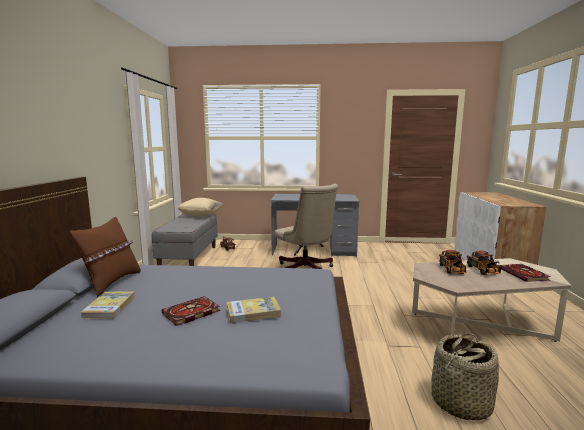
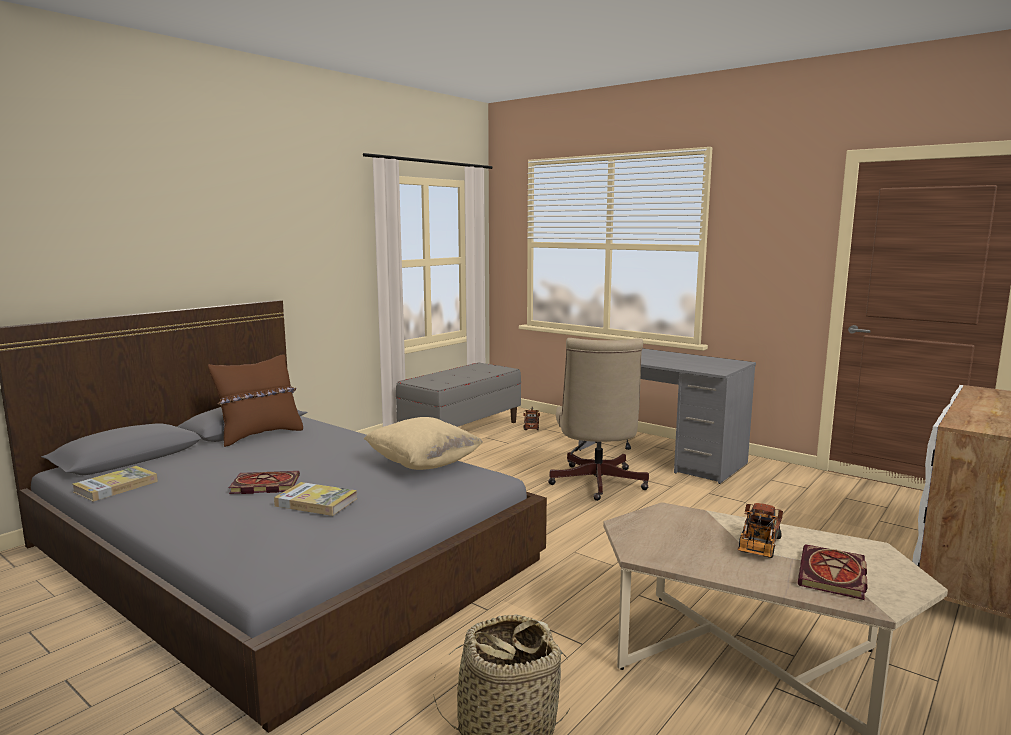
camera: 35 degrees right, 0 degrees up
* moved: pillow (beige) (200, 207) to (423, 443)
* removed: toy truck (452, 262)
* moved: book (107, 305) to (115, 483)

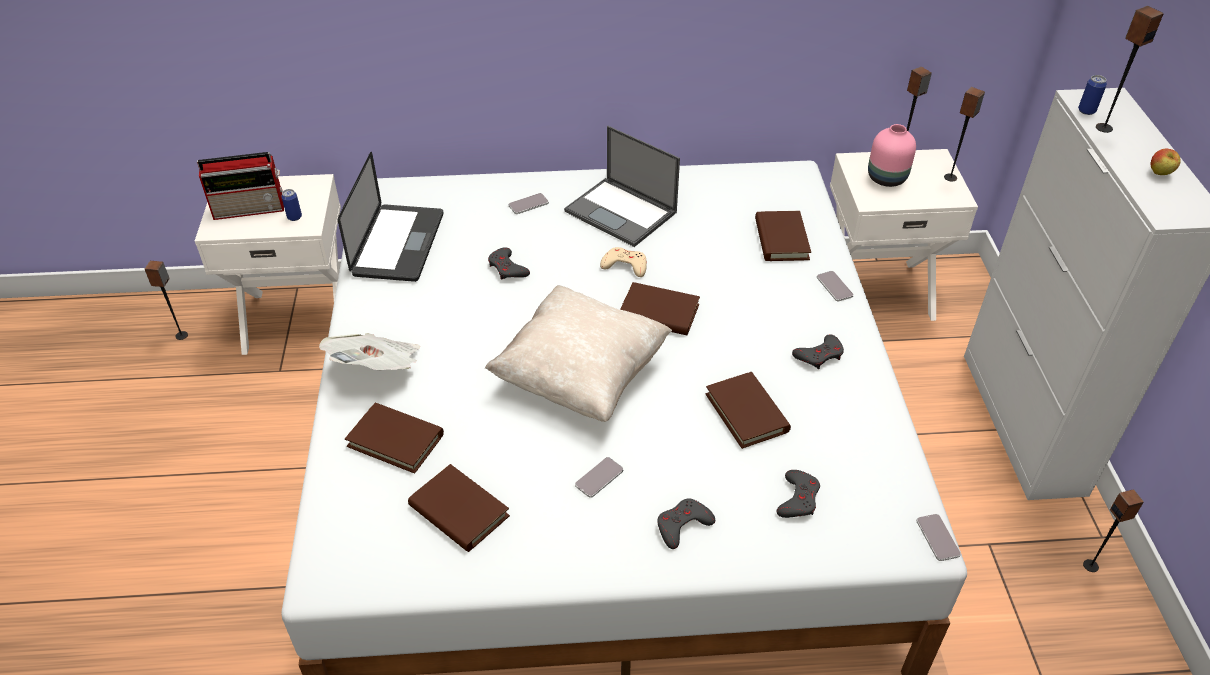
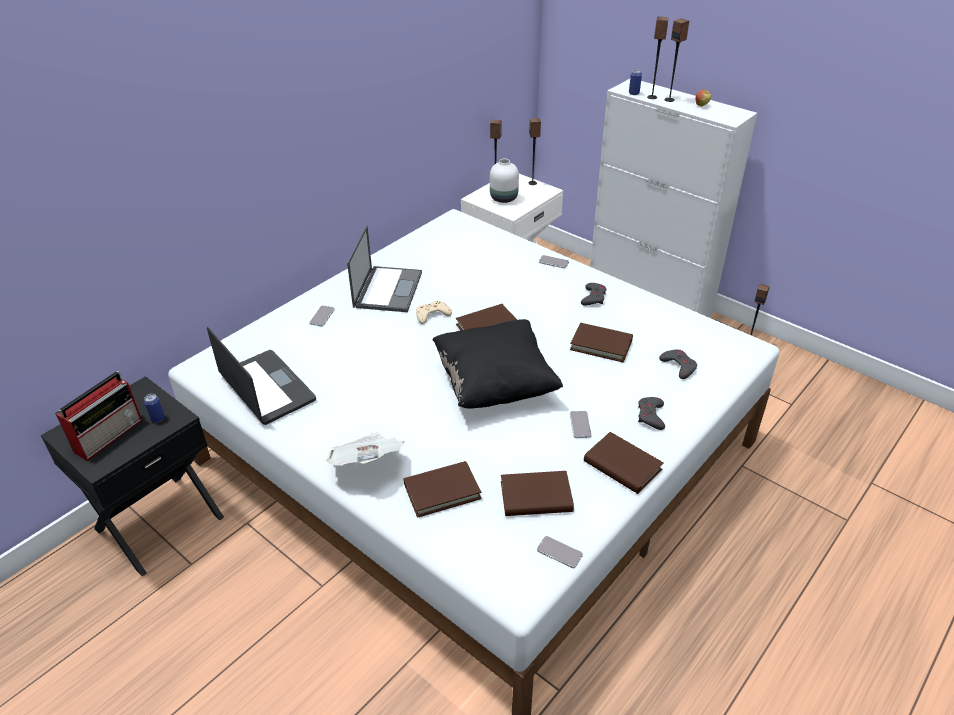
camera: 45 degrees left, 5 degrees down
* recoloured: vase (pink) (892, 155) to vase (white) (504, 181)
* turned: laptop (622, 186) = (384, 268) 75 degrees counterclockwise
* recoloured: nightstand (white) (268, 264) to nightstand (black) (132, 476)
* moved: book (brown) (783, 236) to (624, 463)
* removed: game controller (grey) (509, 263)
* moved: speaker (166, 300) to (677, 60)
* recoloured: pillow (beige) (578, 353) to pillow (black) (498, 364)
* moved: phone (938, 537) to (560, 552)

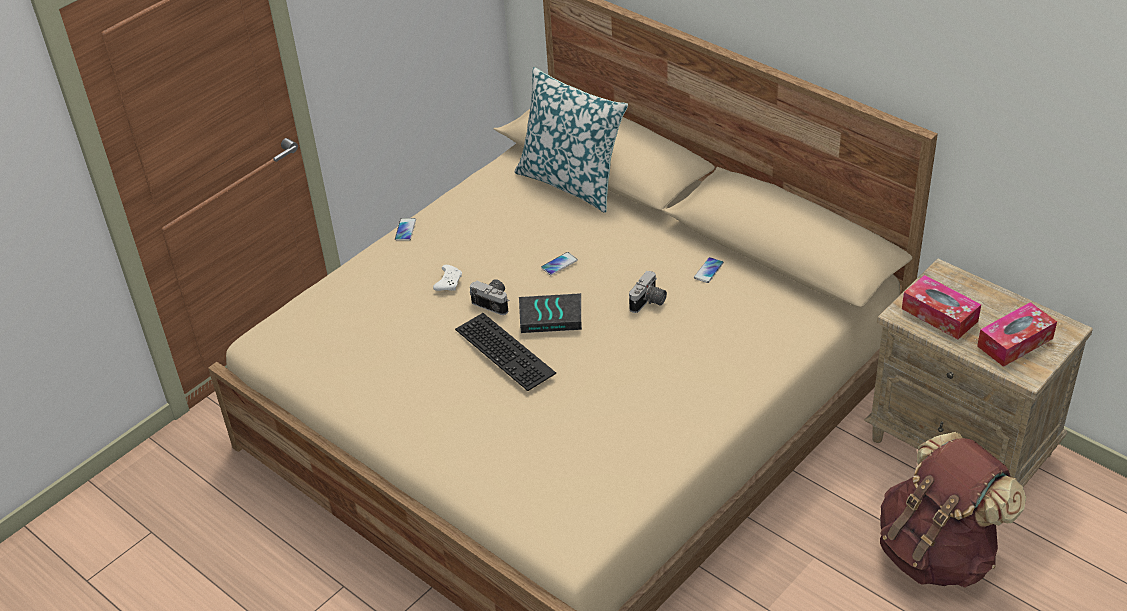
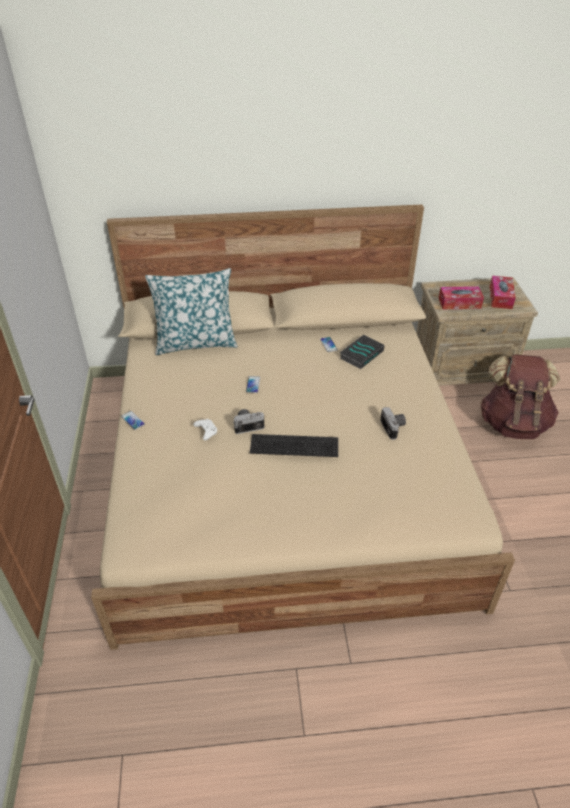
camera: 50 degrees left, 0 degrees up
* moved: photo camera (648, 292) to (393, 423)
* moved: book (550, 313) to (362, 352)

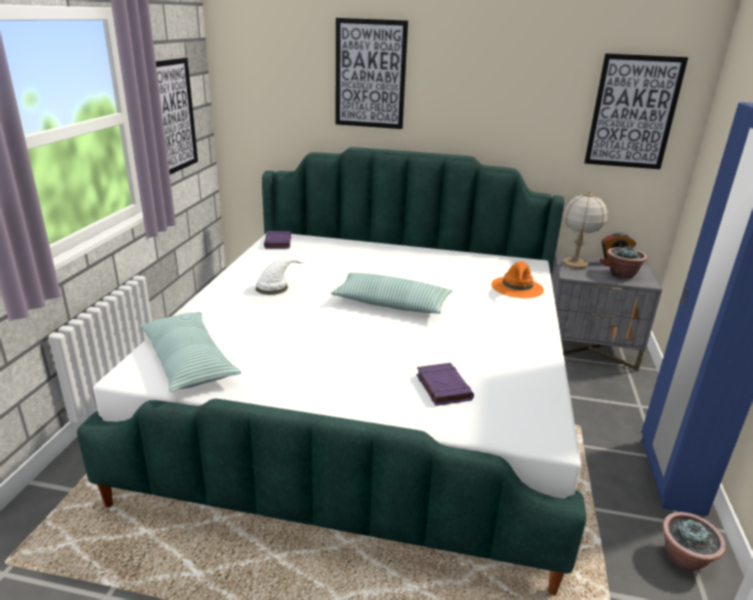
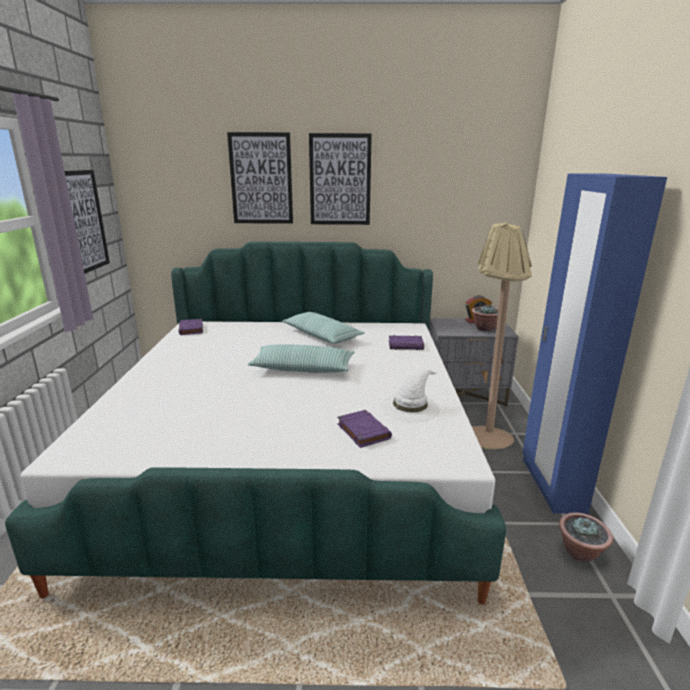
camera: 10 degrees left, 5 degrees down
* moved: picture (636, 111) to (340, 179)
* removed: table lamp (585, 230)
* moved: hat (white) (275, 280) to (410, 395)
* replaced: hat (orange) (517, 279) to book (purple) (406, 342)
* moved: pillow (190, 352) to (323, 328)
* added: floor lamp (beige) (502, 335)

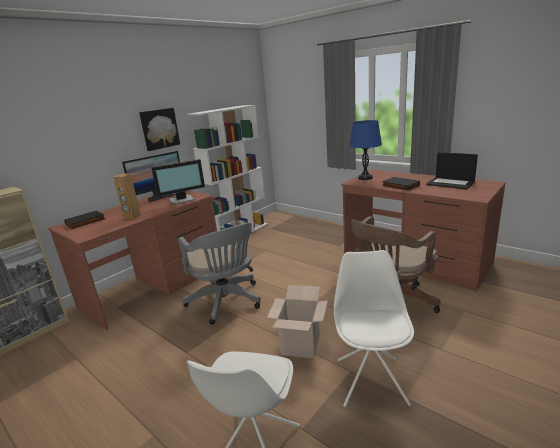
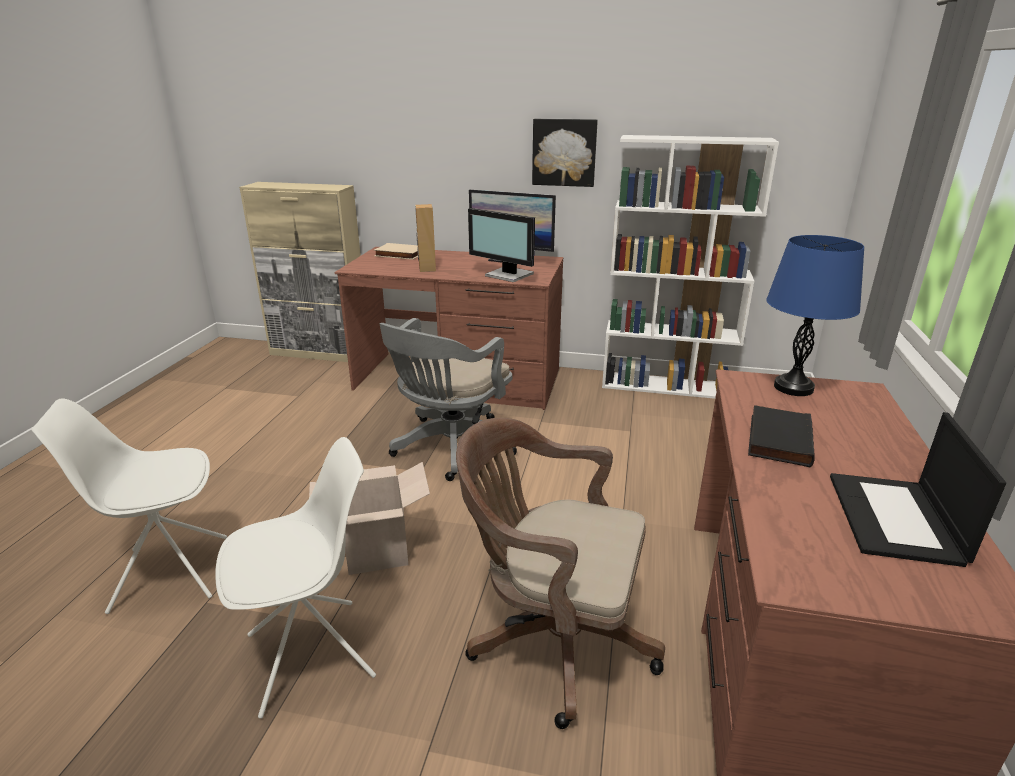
camera: 60 degrees right, 5 degrees up
* recoloured: book (black) (85, 219) to book (beige) (396, 251)

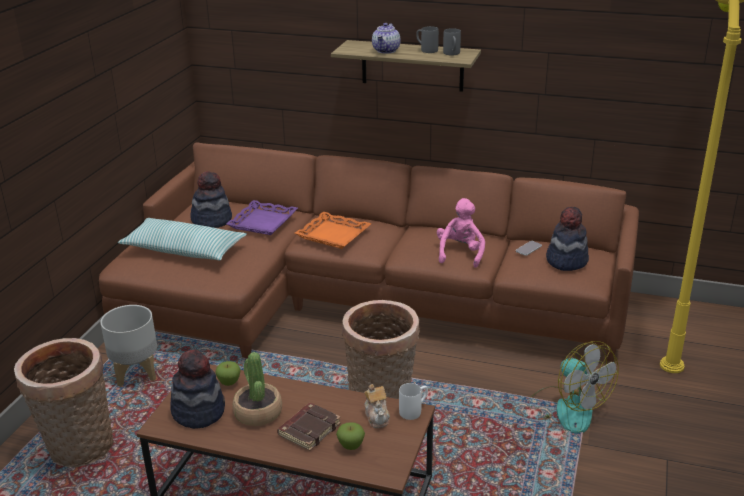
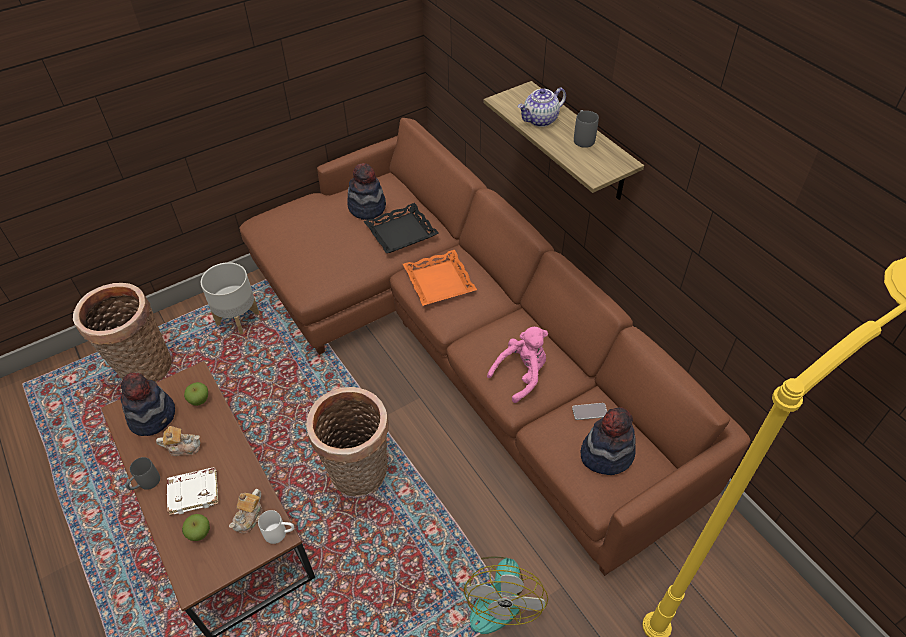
camera: 40 degrees right, 20 degrees up
* moved: mug (grey) (452, 41) to (143, 473)
* recoloured: tray (purple) (262, 217) to tray (black) (401, 228)
* removed: pillow (182, 239)
* replaced: potted plant (257, 389) to teapot (178, 441)
* recoloured: book (brown) (309, 427) to book (white) (193, 491)

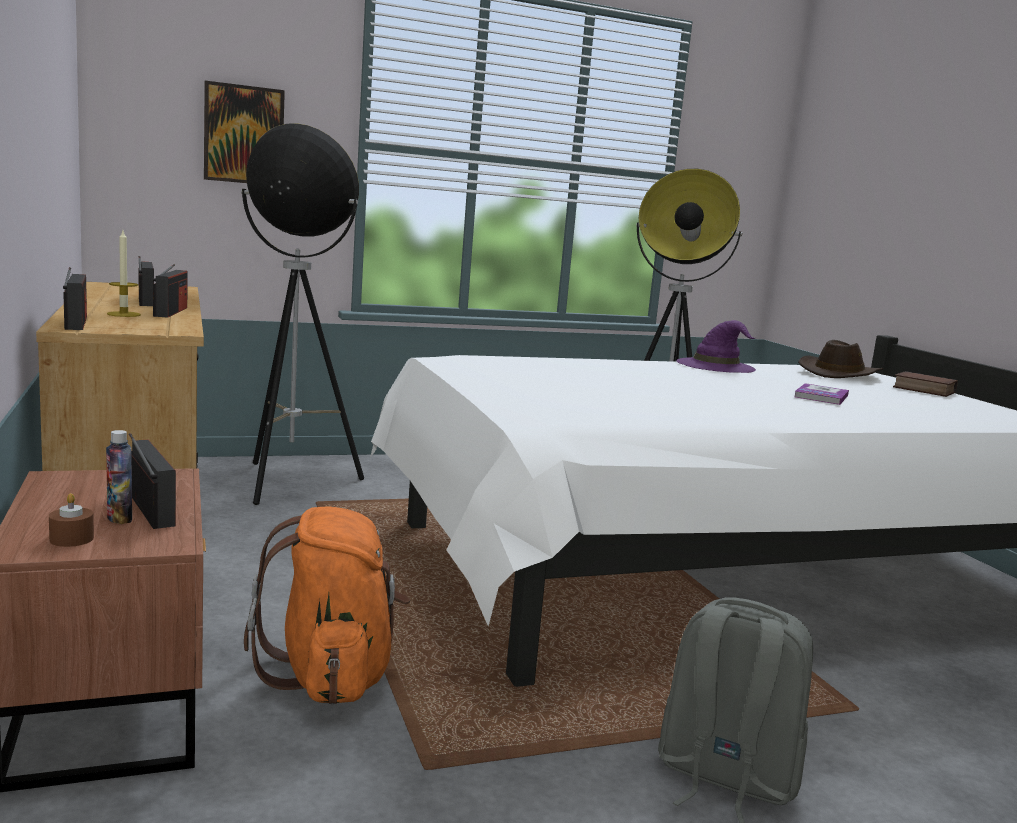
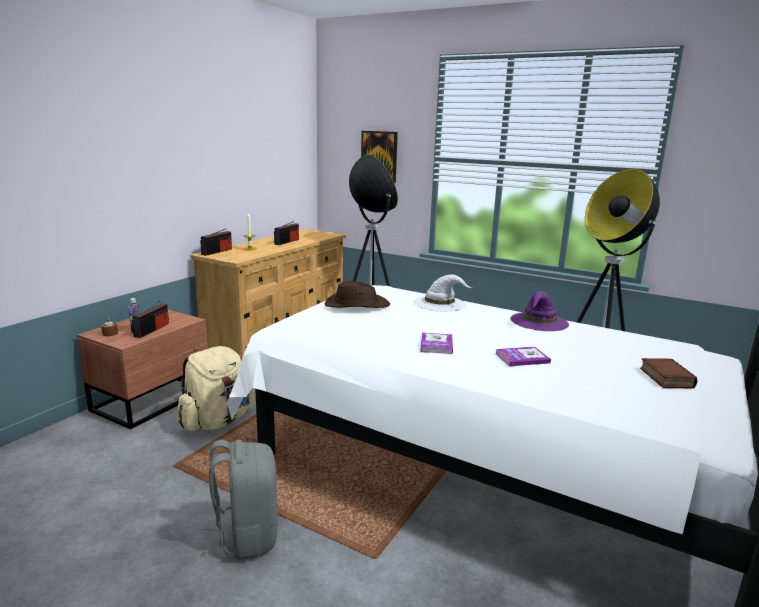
camera: 50 degrees right, 5 degrees up
* removed: radio (170, 291)
* moved: hat (brown) (840, 359) to (357, 294)
* recoloured: backpack (orange) (327, 605) to backpack (beige) (216, 388)
* added: hat (white) (443, 293)
* added: book (436, 343)

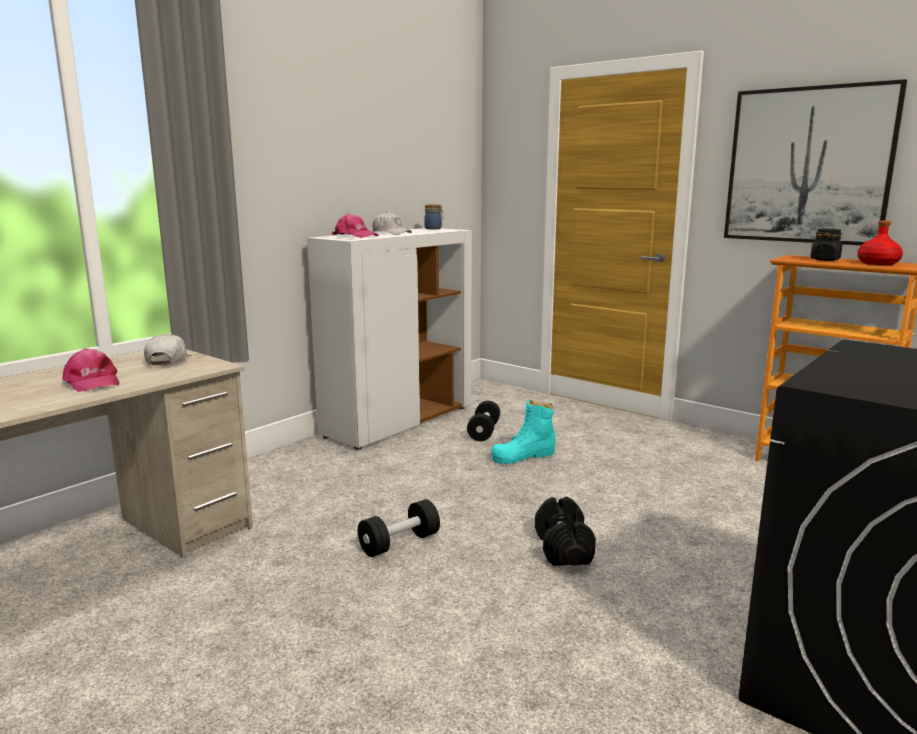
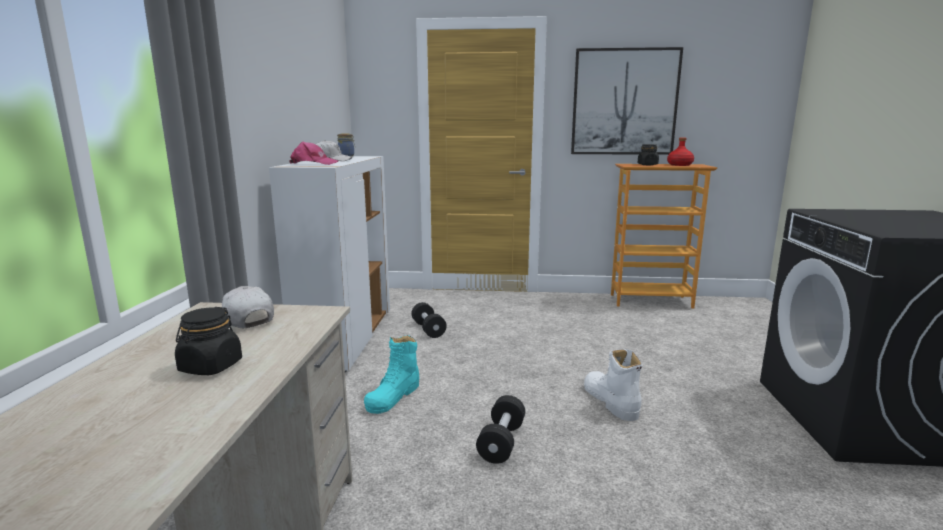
camera: 35 degrees left, 0 degrees up
* replaced: cap (pink) (90, 370) to jar (black) (208, 341)
* moved: boot (turquoise) (523, 432) to (392, 374)
* replaced: dumbbell (black) (565, 531) to boot (white) (613, 385)

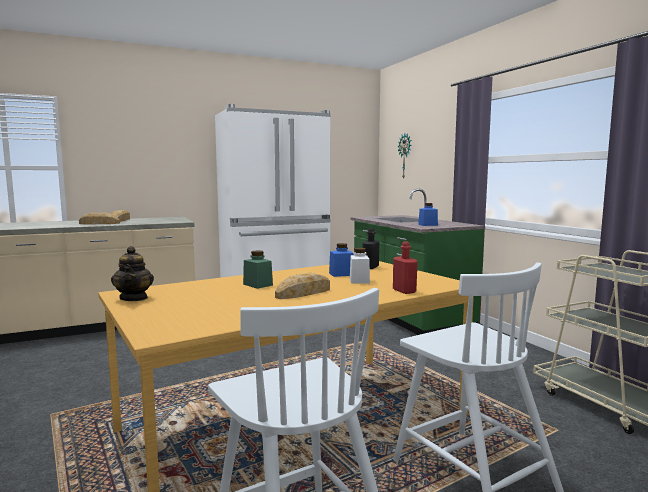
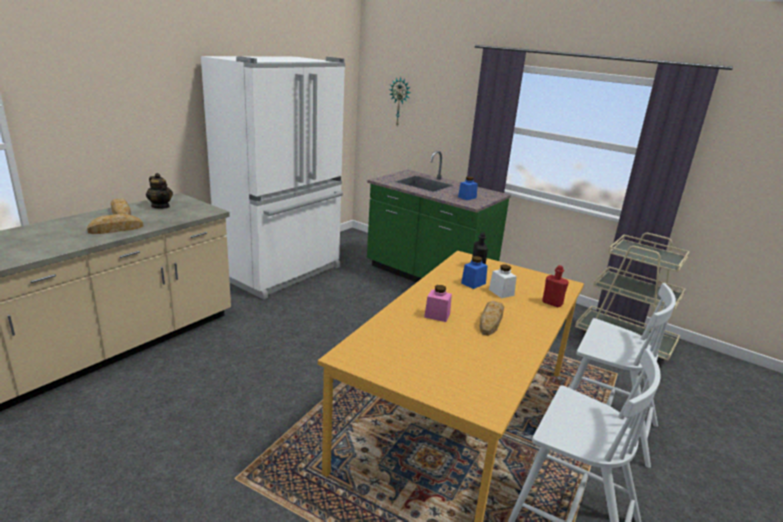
camera: 30 degrees left, 15 degrees up
* moved: teapot (132, 273) to (159, 191)
* recoloured: jar (green) (258, 269) to jar (pink) (438, 303)

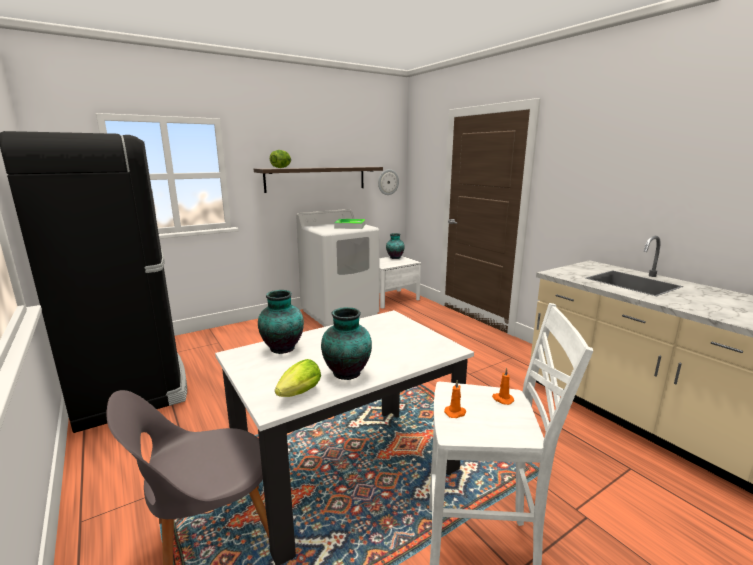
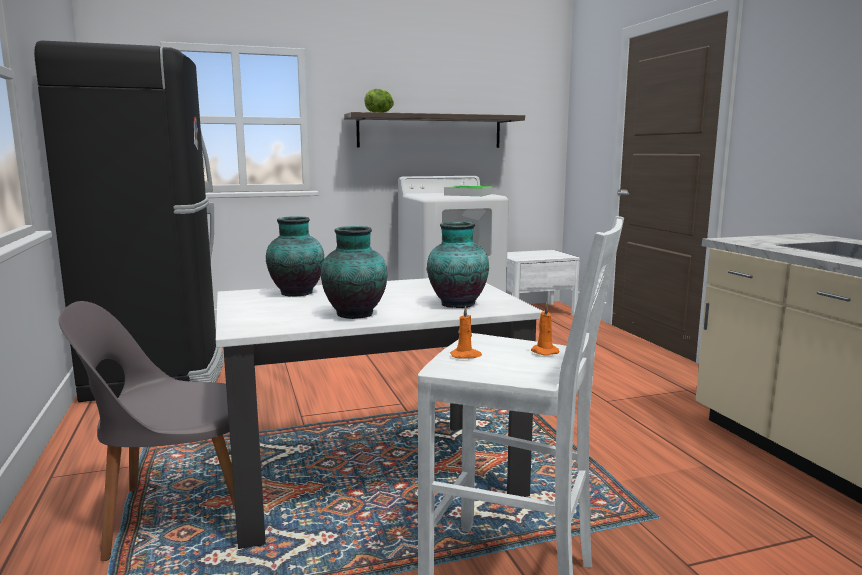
camera: 15 degrees right, 5 degrees down
* removed: wall clock (388, 182)
* moved: vase (395, 246) to (458, 265)
* removed: lettuce (298, 378)

